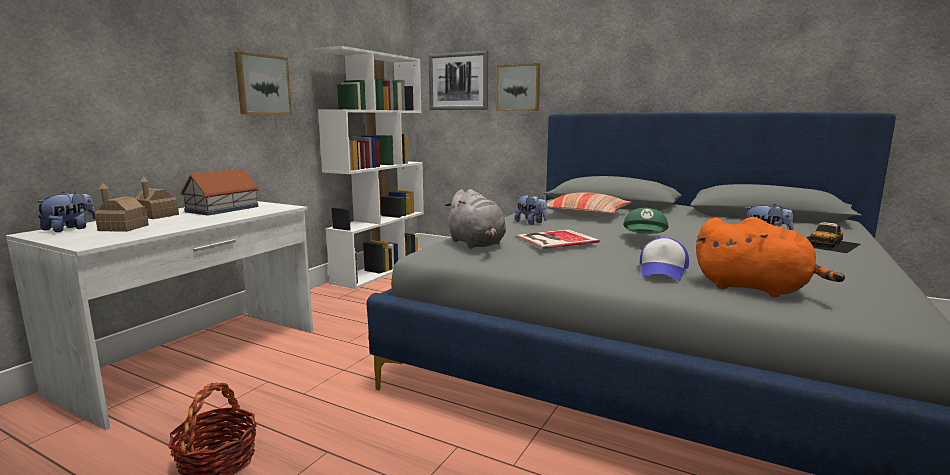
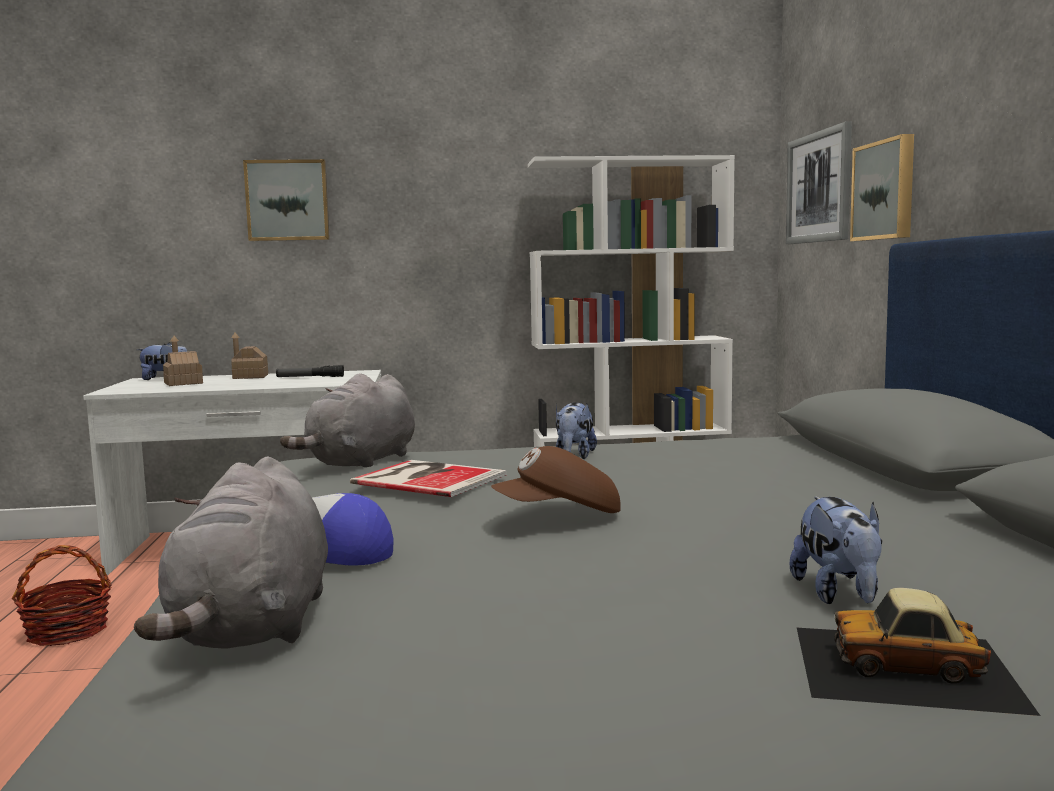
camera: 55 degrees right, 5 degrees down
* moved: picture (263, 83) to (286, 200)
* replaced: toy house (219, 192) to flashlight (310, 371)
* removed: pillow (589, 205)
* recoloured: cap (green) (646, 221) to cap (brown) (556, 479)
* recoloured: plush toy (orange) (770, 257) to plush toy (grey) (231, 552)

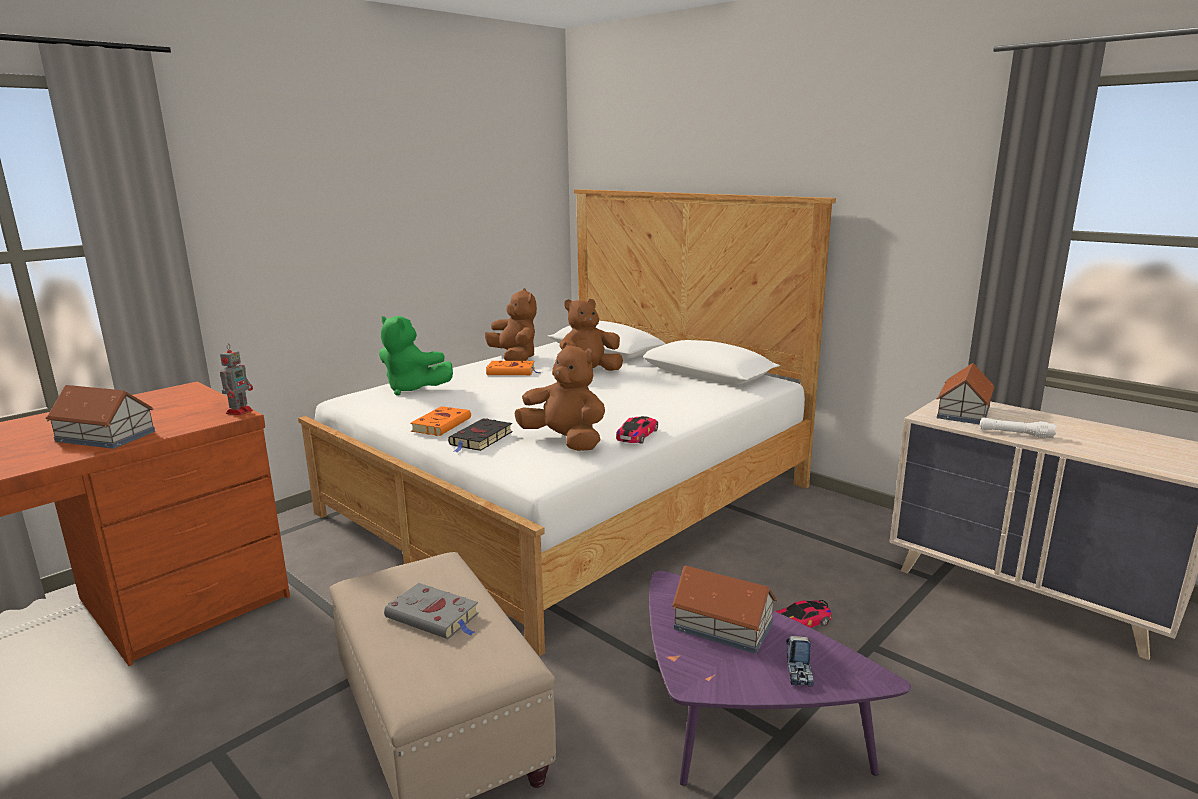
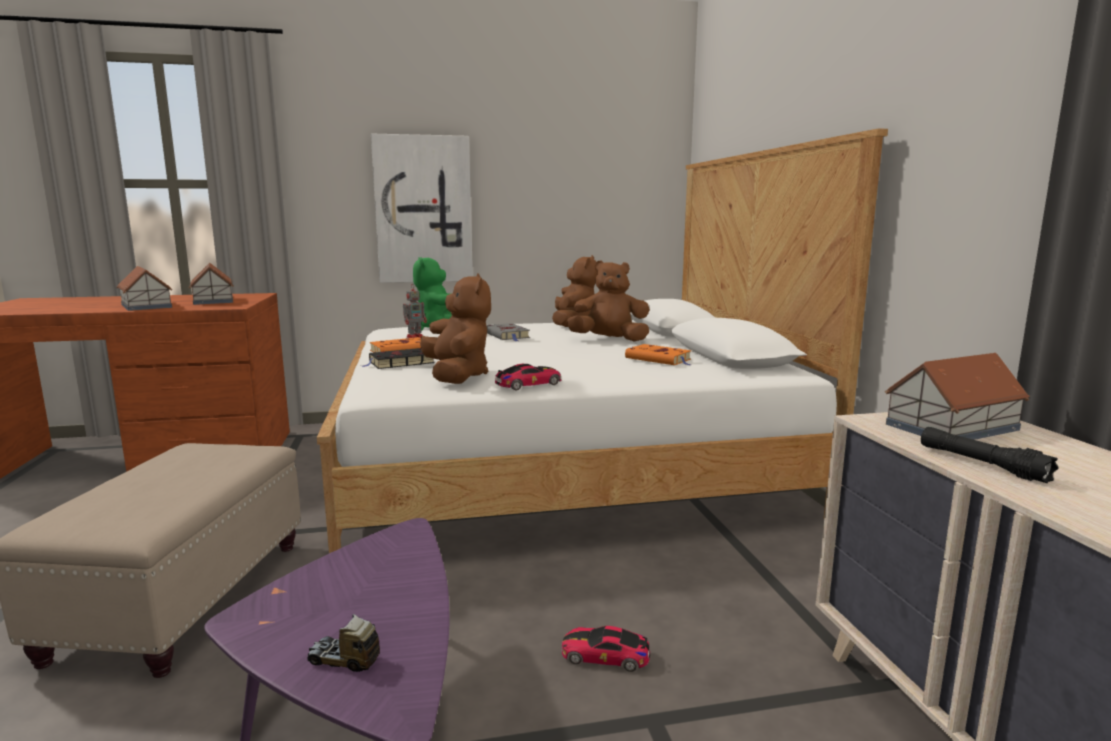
camera: 35 degrees right, 5 degrees down
* moved: toy robot (236, 379) to (415, 311)
* moved: book (orange) (513, 368) to (658, 354)
* recoloured: flashlight (white) (1018, 428) to flashlight (black) (990, 455)
* moved: toy house (724, 610) to (211, 284)
* moved: book (grey) (431, 611) to (508, 332)
* turned: toy truck (800, 661) = (343, 643) 60 degrees clockwise
* added: picture (422, 208)

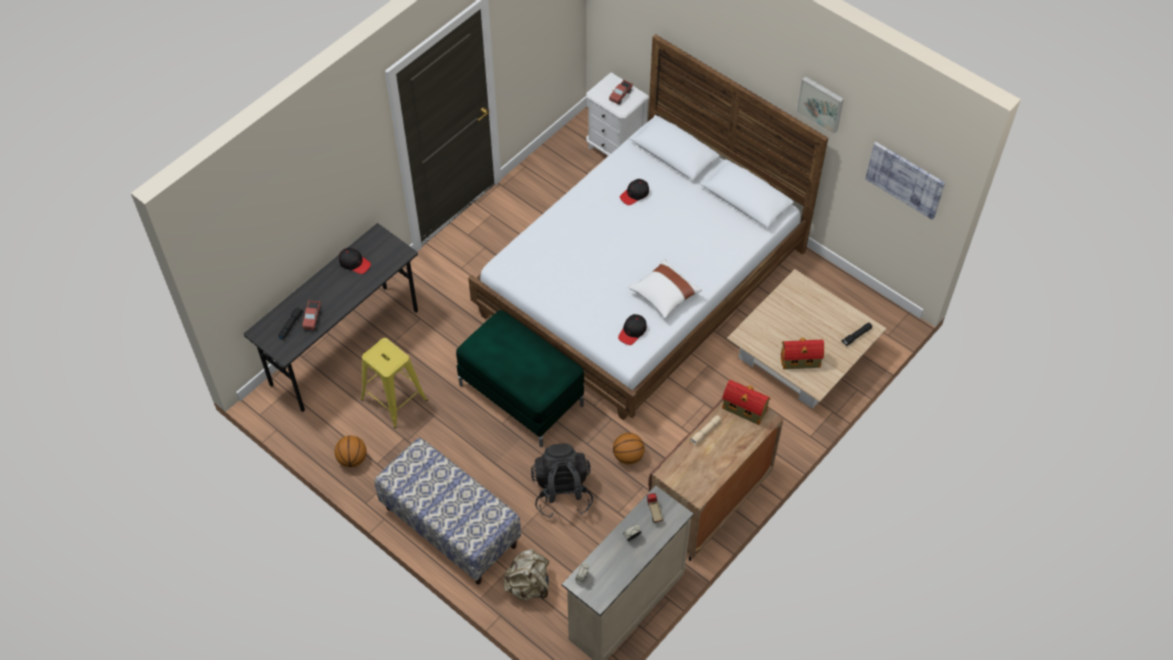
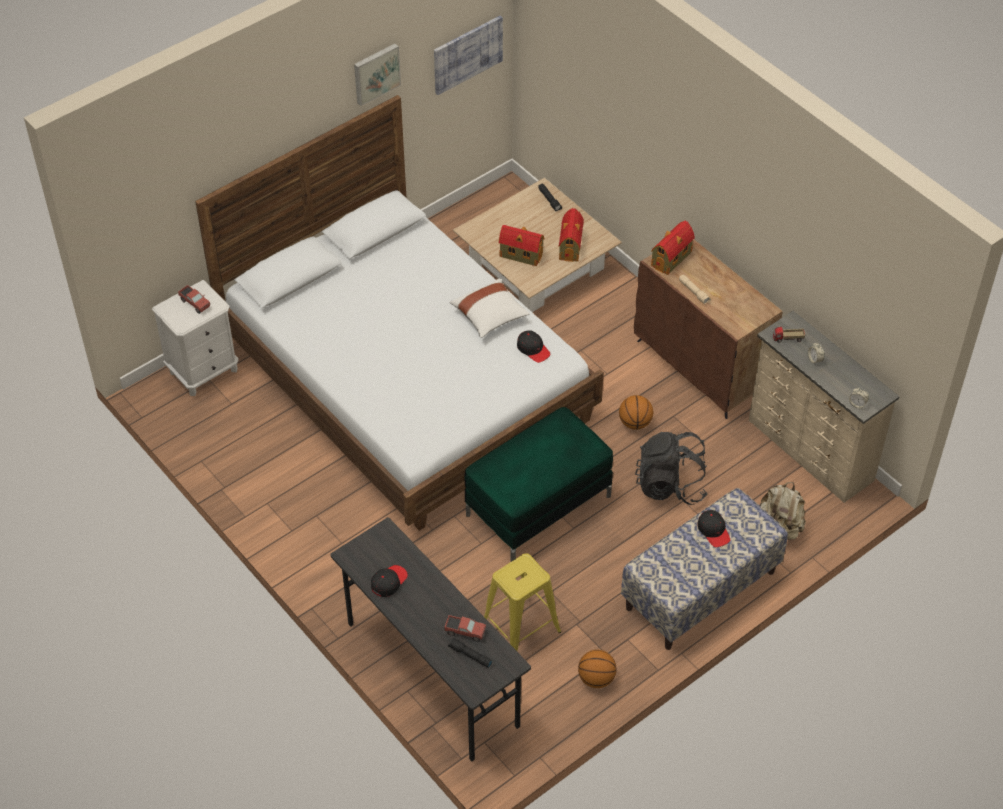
camera: 80 degrees left, 5 degrees down
* moved: cap (black) (634, 192) to (713, 528)
* added: toy house (521, 245)

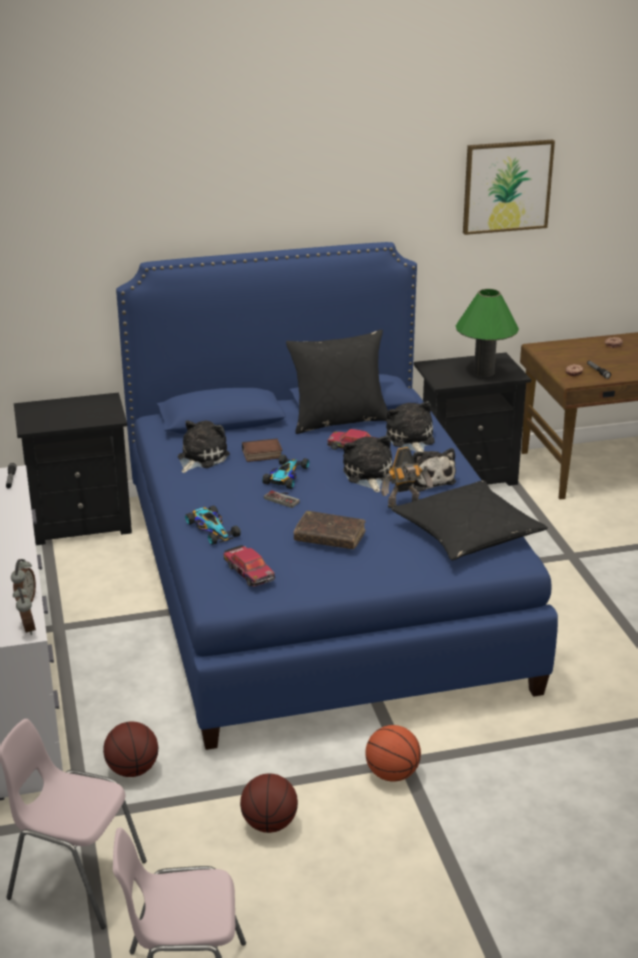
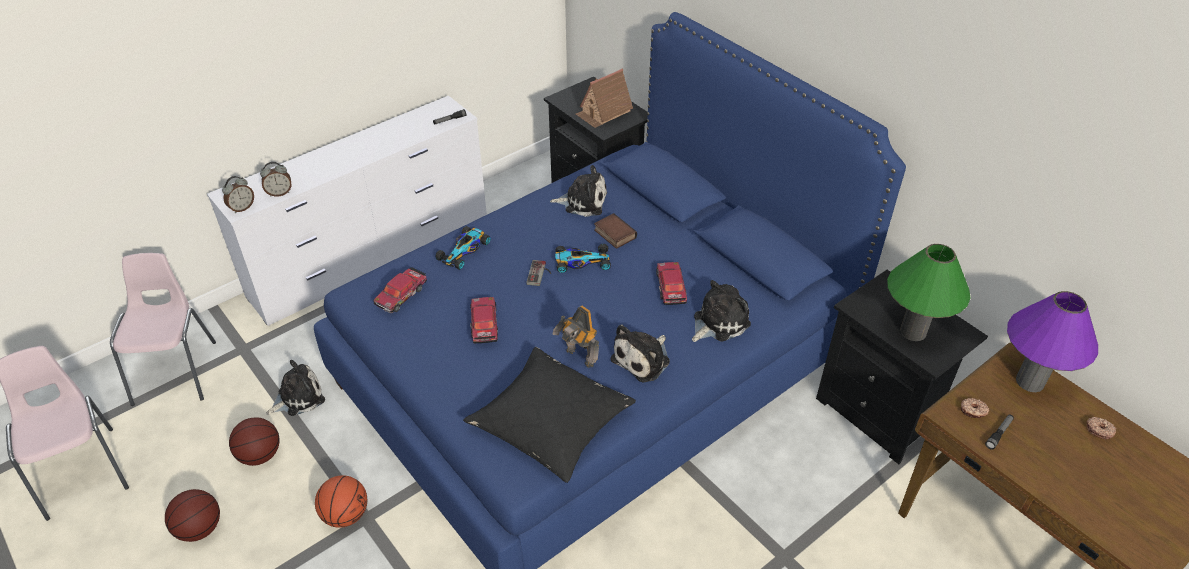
camera: 65 degrees right, 15 degrees up
* removed: picture (509, 187)
* removed: pillow (black) (337, 381)
* moved: plush toy (368, 464) to (295, 388)
* replaced: book (brown) (330, 530) to toy car (484, 320)
* moved: basketball (130, 749) to (192, 515)
* added: toy house (604, 98)
* added: table lamp (purple) (1052, 341)

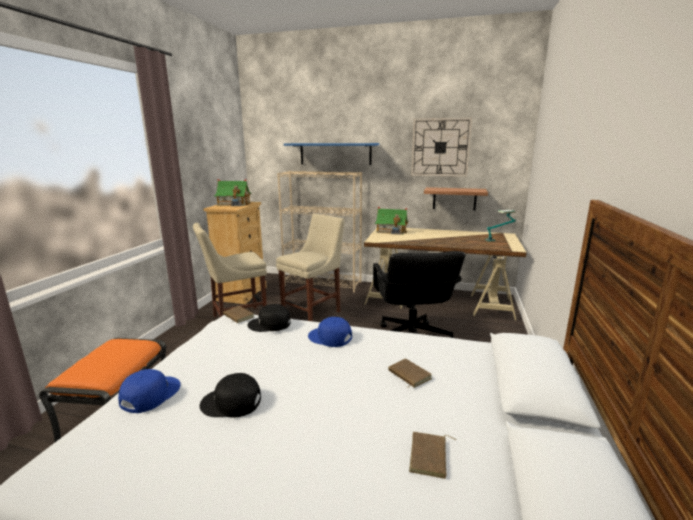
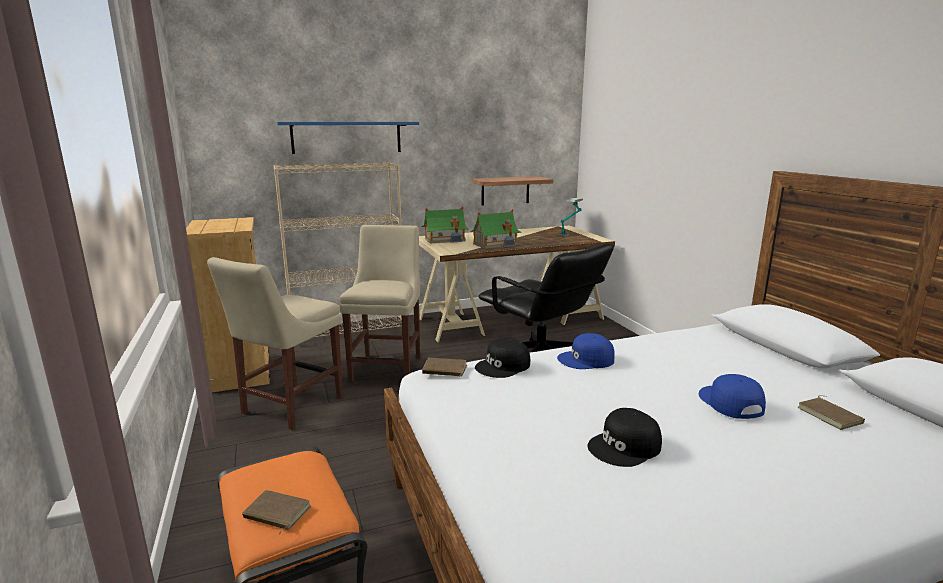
camera: 35 degrees left, 0 degrees up
* removed: wall clock (441, 147)
* moved: toy house (233, 192) to (495, 229)
* moved: book (brown) (410, 373) to (276, 512)
* moved: cap (blue) (149, 391) to (732, 396)

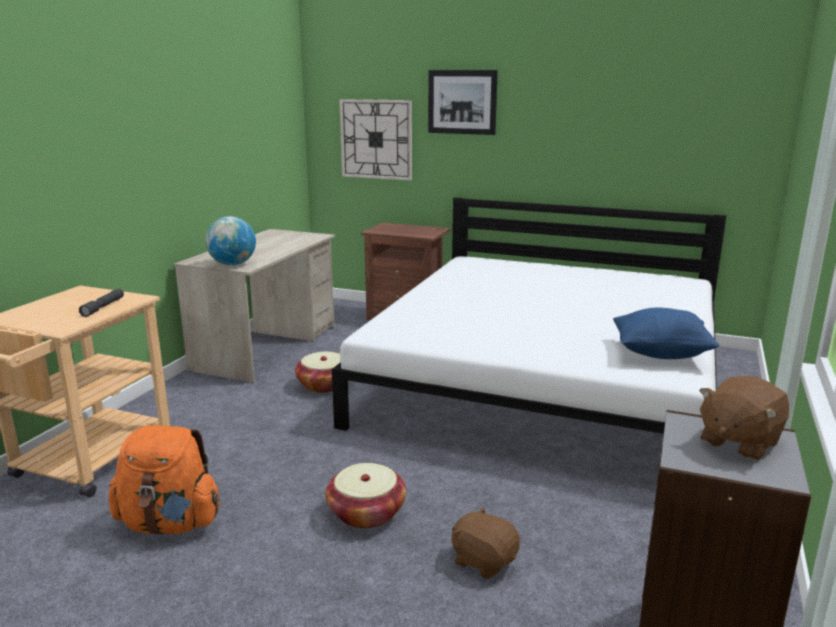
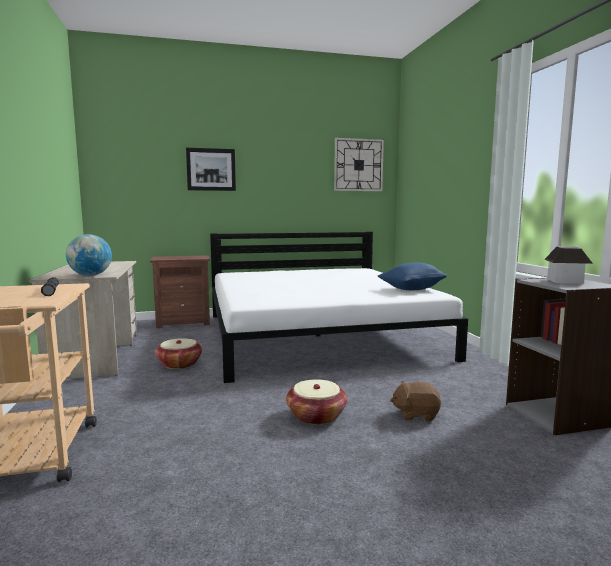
camera: 35 degrees left, 10 degrees down
* moved: wall clock (375, 139) to (359, 164)
* replaced: plush toy (brown) (744, 418) to toy house (568, 265)
* removed: backpack (orange) (164, 480)

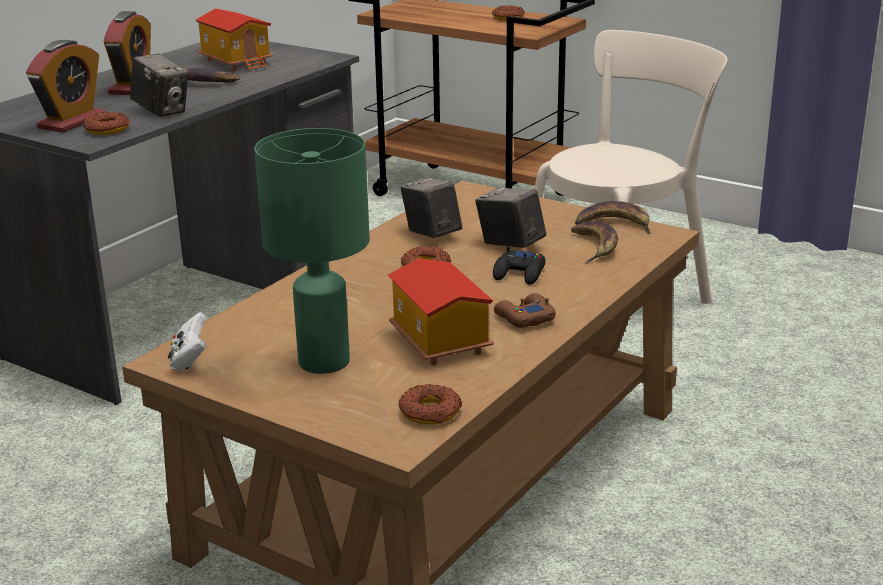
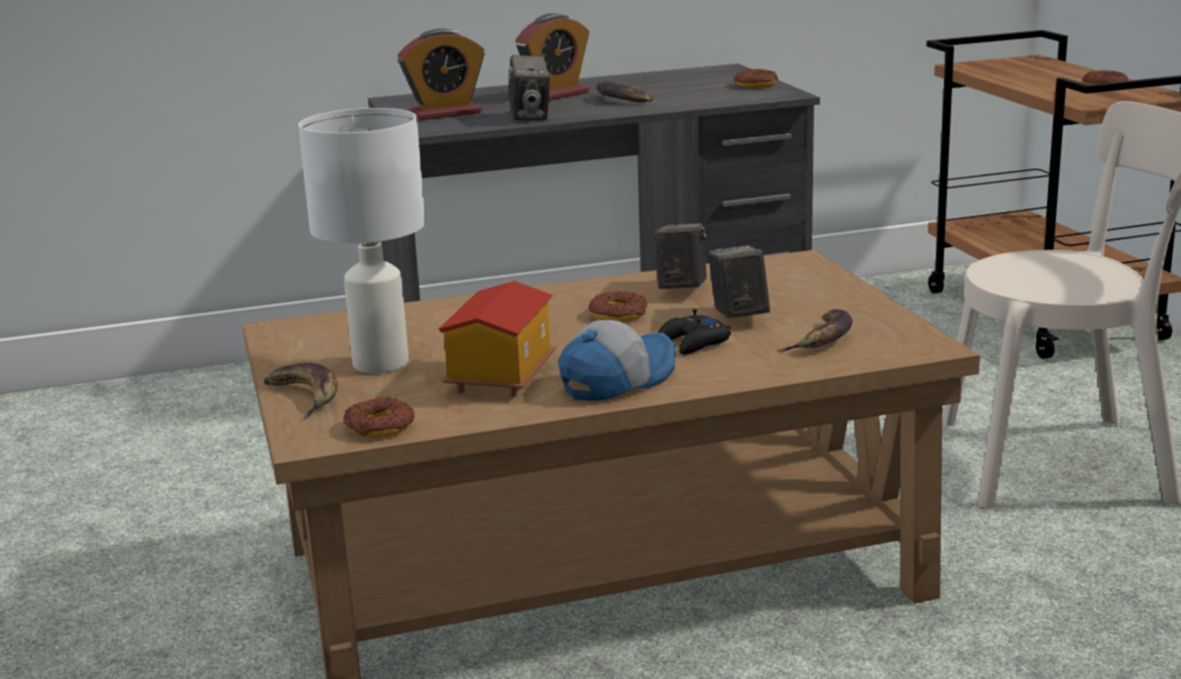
camera: 40 degrees right, 5 degrees down
* removed: toy house (234, 39)
* moved: donut (106, 123) to (756, 78)
* recoloured: table lamp (green) (312, 251) to table lamp (white) (361, 240)
* moved: banana (613, 217) to (301, 391)
* replaced: game controller (brown) (525, 310) to cap (616, 360)
* removed: game controller (white) (187, 341)

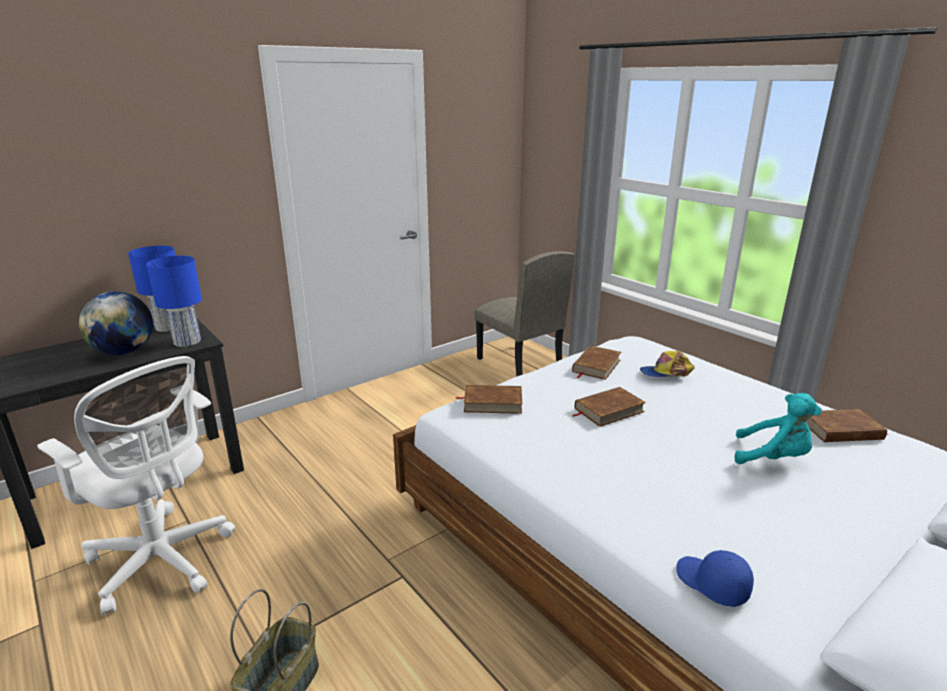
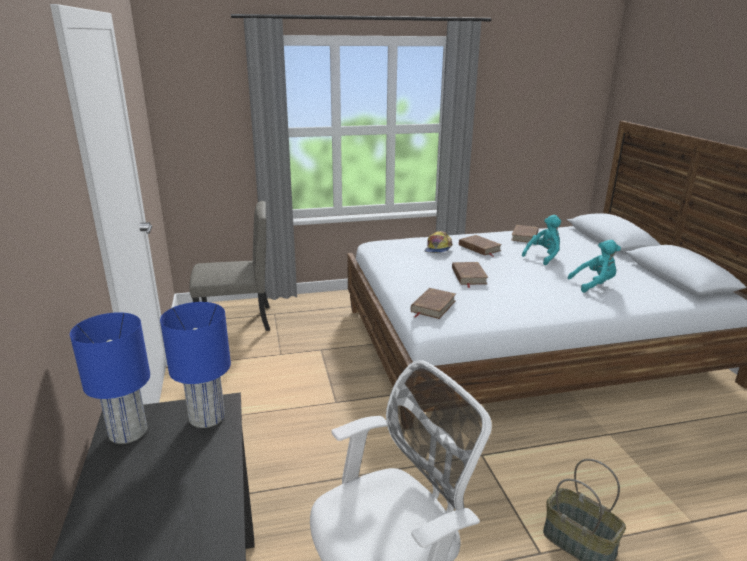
camera: 65 degrees left, 0 degrees up
* removed: globe (116, 323)
* moved: book (brown) (596, 363) to (480, 246)
* removed: cap (blue) (715, 578)
* added: plush toy (turquoise) (594, 266)

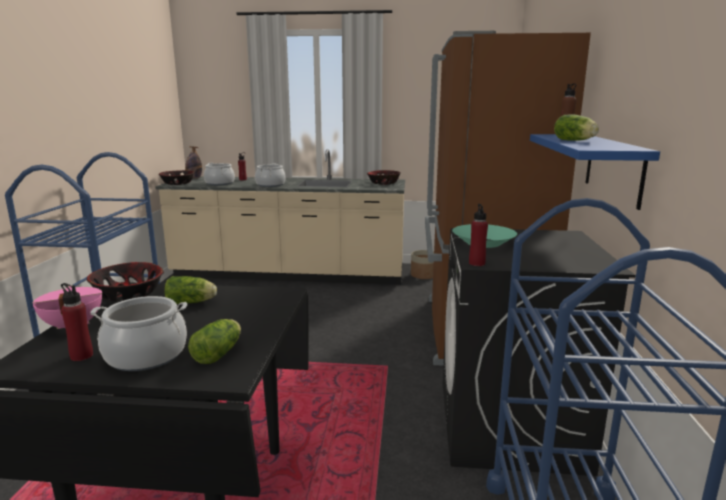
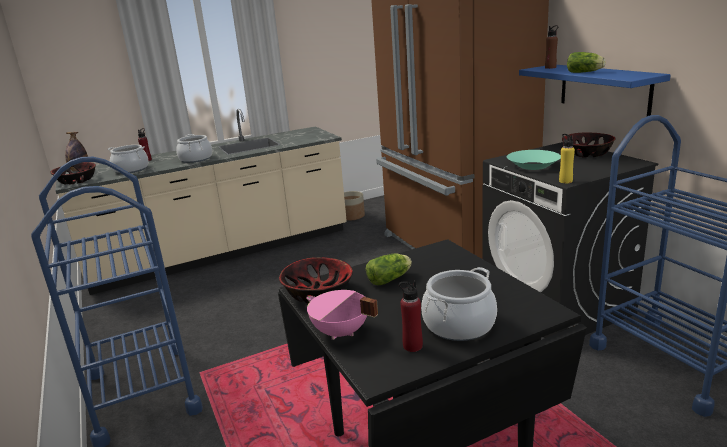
camera: 30 degrees left, 5 degrees up
* moved: bowl (384, 177) to (589, 144)
* recoloured: bottle (red) (478, 235) to bottle (yellow) (567, 158)
* removed: lettuce (214, 341)

